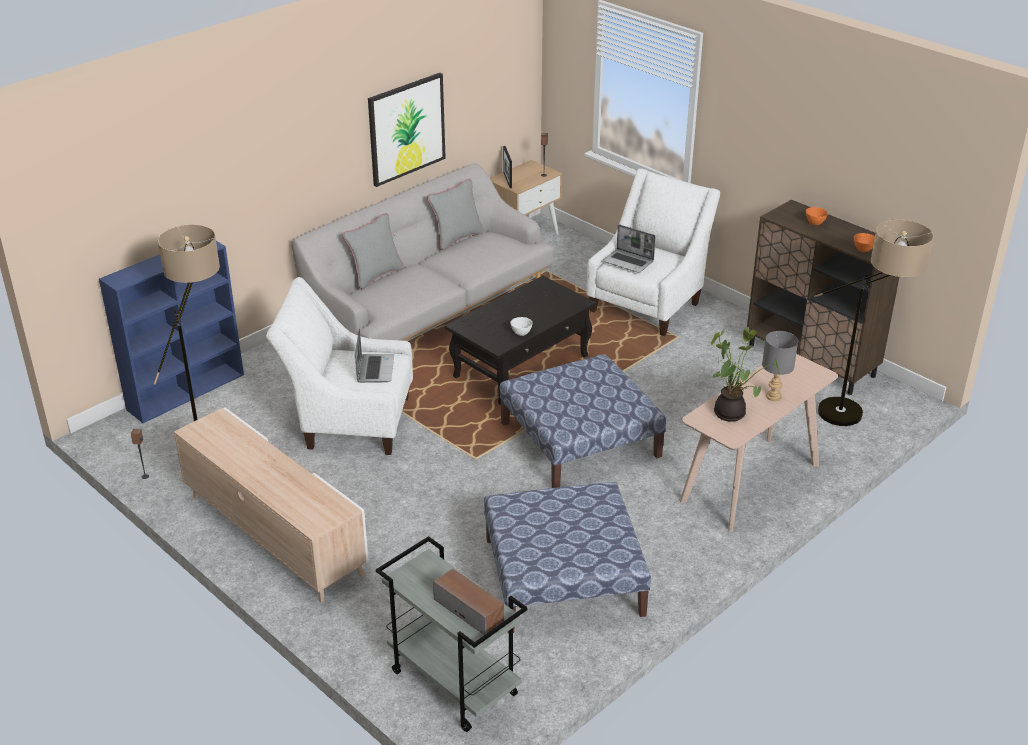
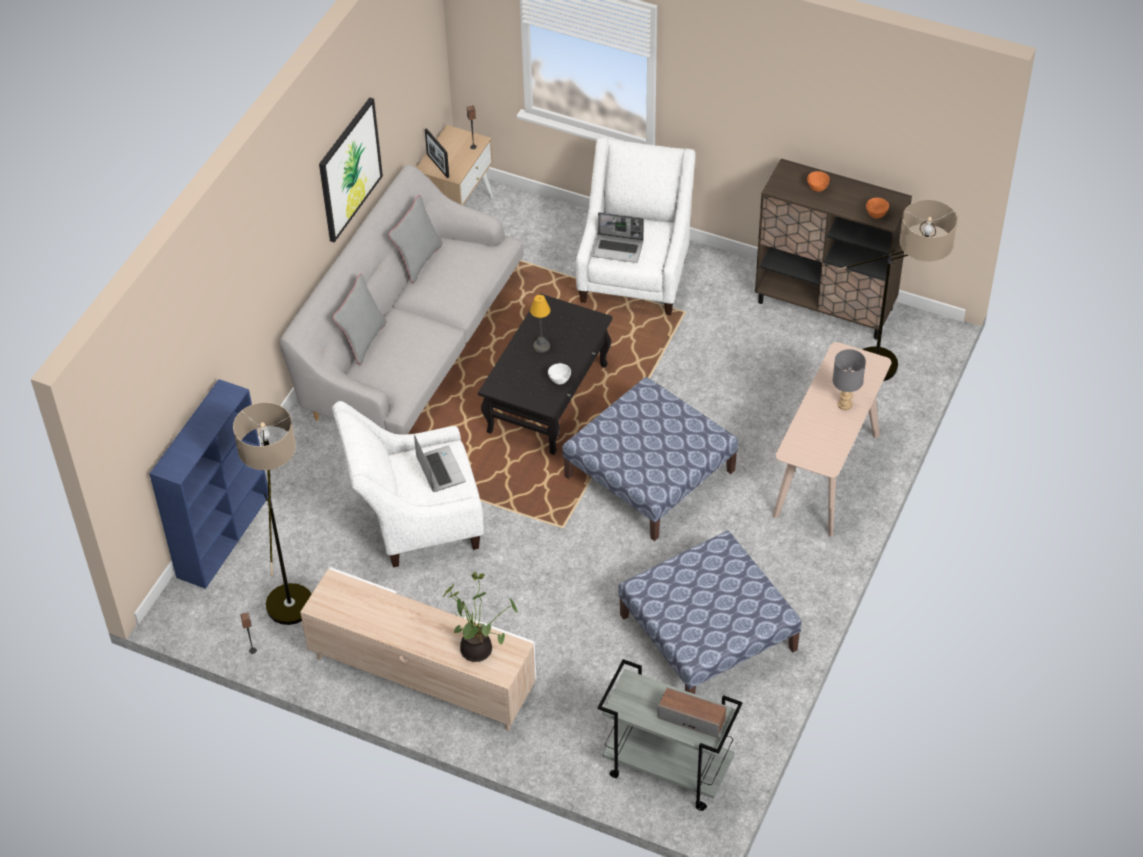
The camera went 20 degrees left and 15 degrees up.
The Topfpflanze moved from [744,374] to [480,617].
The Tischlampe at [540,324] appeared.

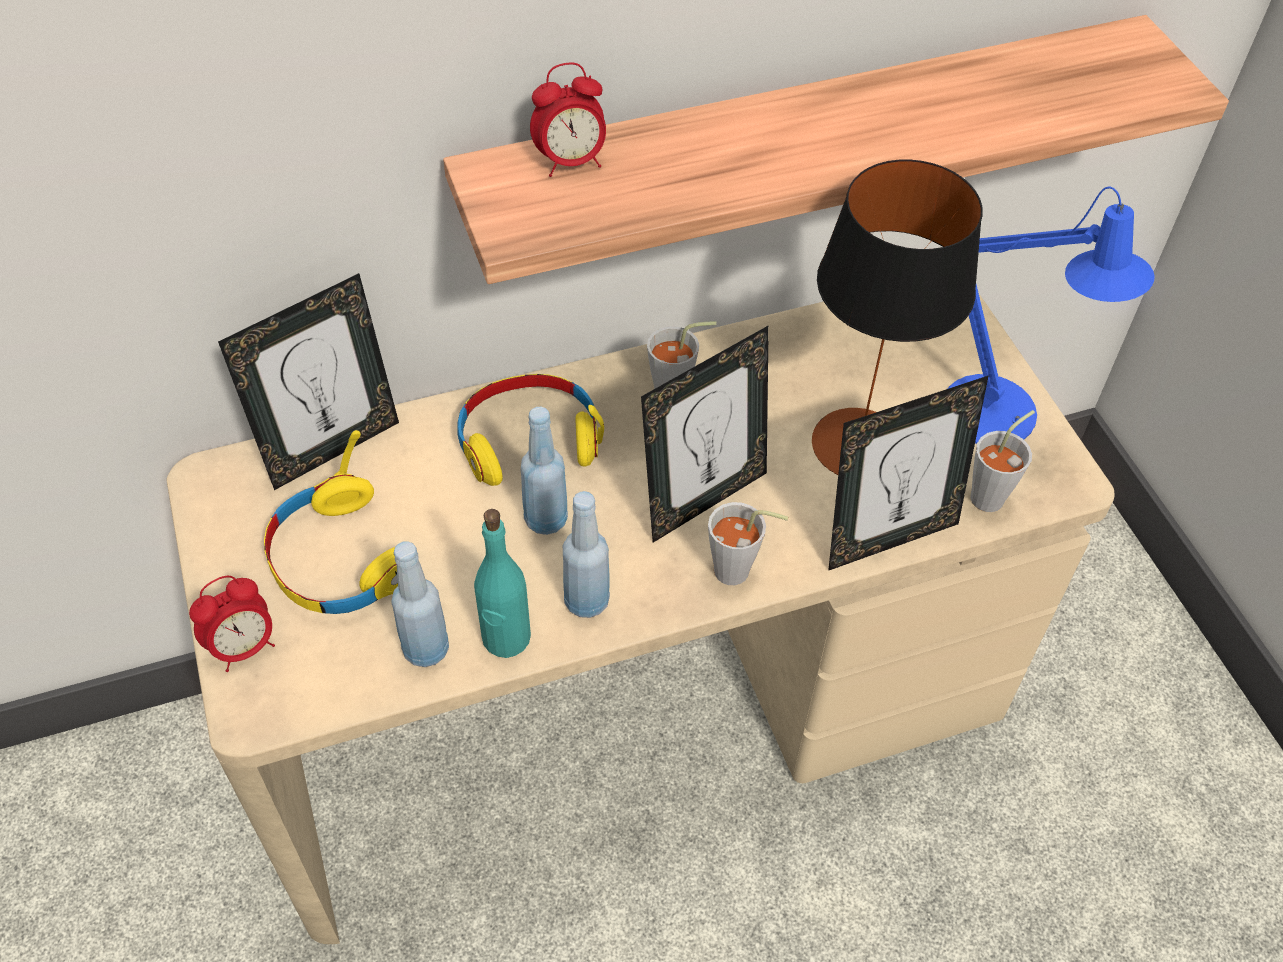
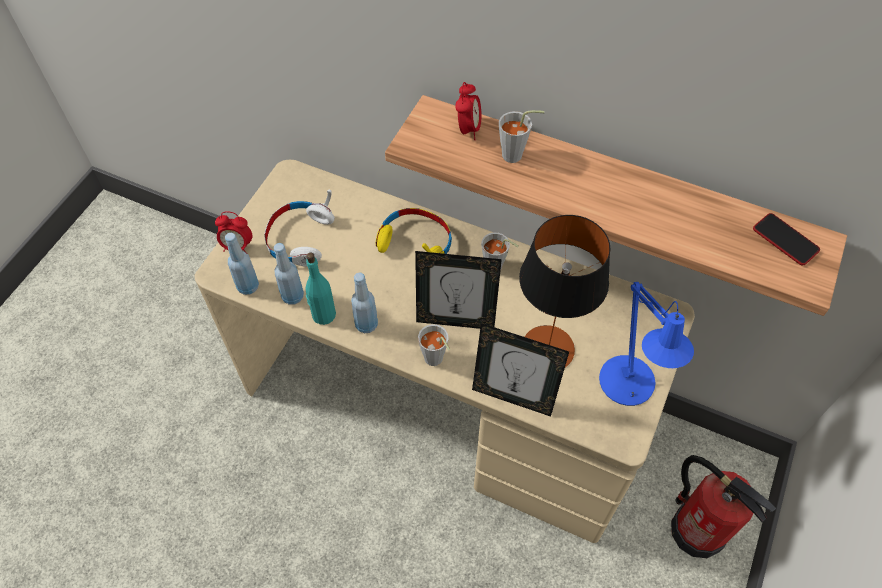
The camera went 45 degrees right and 5 degrees up.
The Wecker at [568,120] turned 105 degrees counterclockwise.
The Bilderrahmen at [308,381] disappeared.
The Flasche [blau] moved from [544,471] to [242,264].
The Tasse [grau] moved from [1002,461] to [522,136].
The Kopfhörer [gelb] at [331,522] became the Kopfhörer [weiß] at [299,228].
The Handy at [786,239] appeared.
The Feuerlöscher at [723,506] appeared.

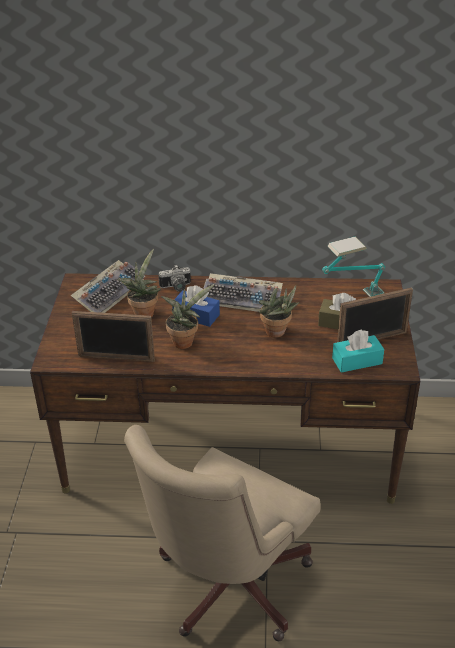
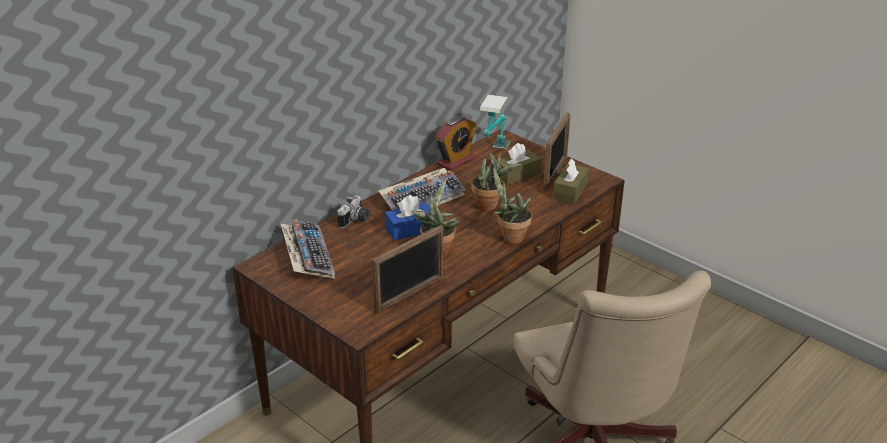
The camera went 50 degrees left and 5 degrees down.
The Topfpflanze moved from [139,283] to [512,205].
The Taschentuchbox [türkis] at [358,351] became the Taschentuchbox [braun] at [571,181].
The Wecker at [456,143] appeared.

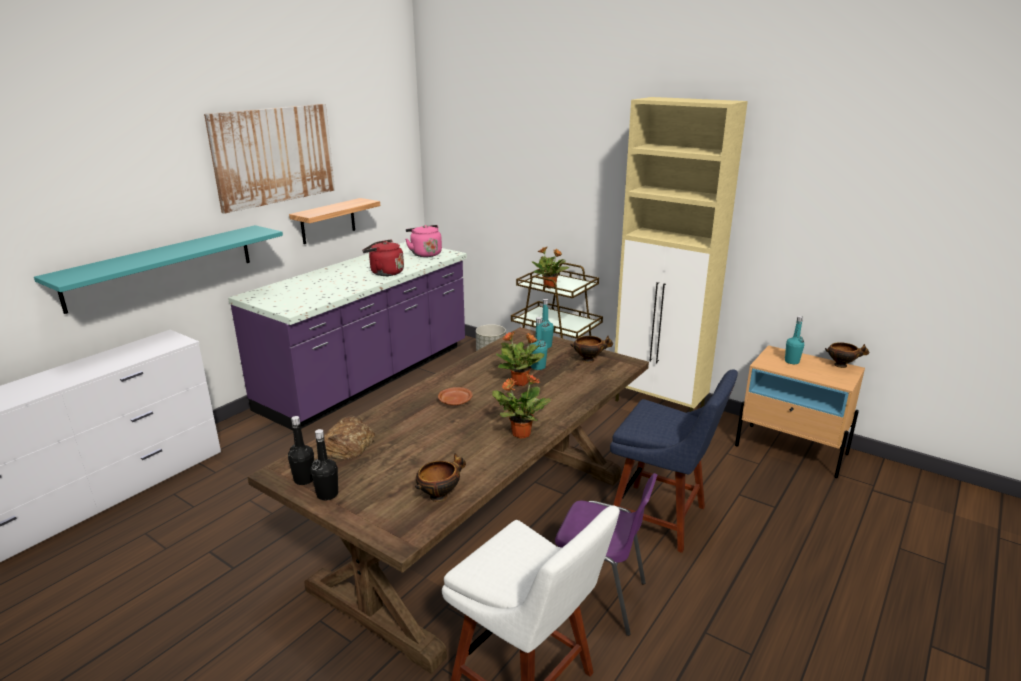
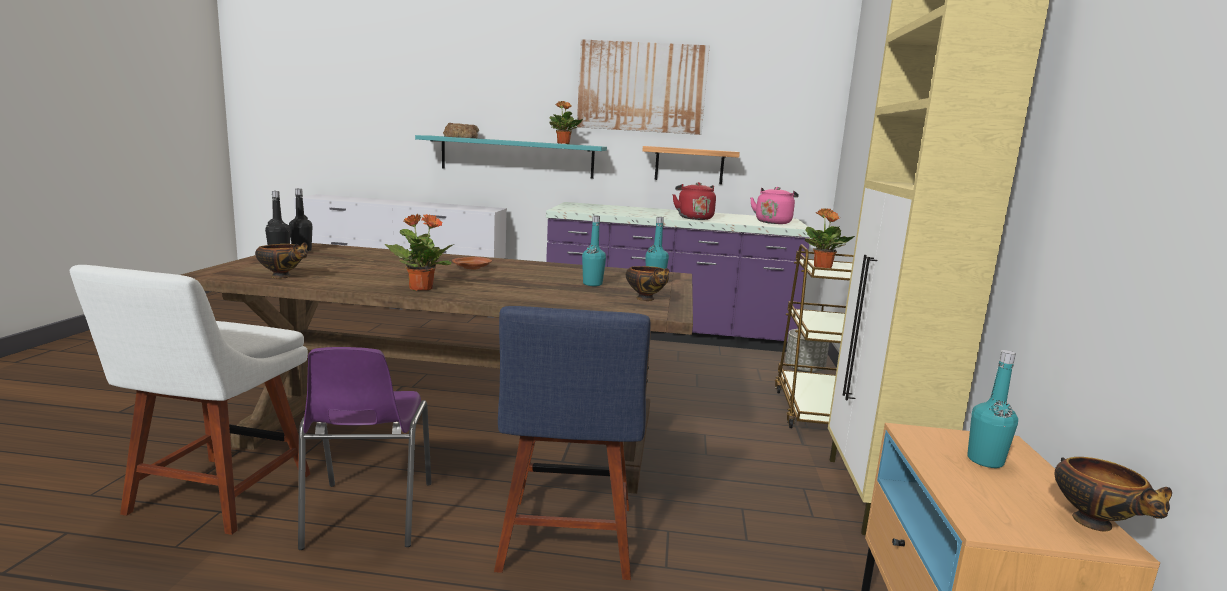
The camera went 60 degrees right and 10 degrees down.
The Topfpflanze moved from [520,358] to [566,122].
The Brot moved from [349,438] to [461,130].

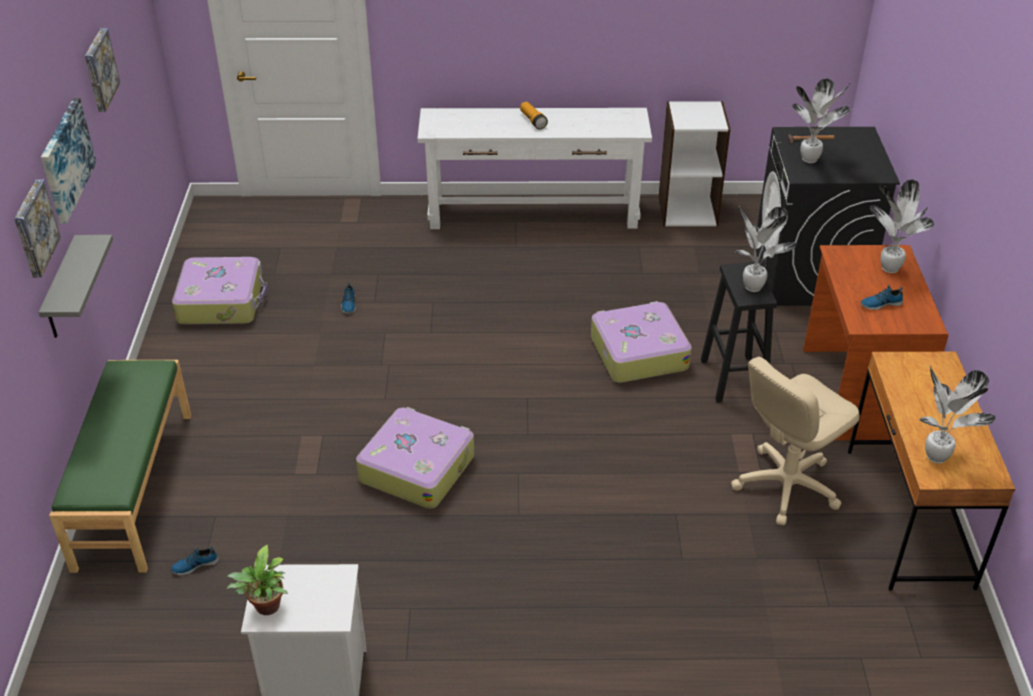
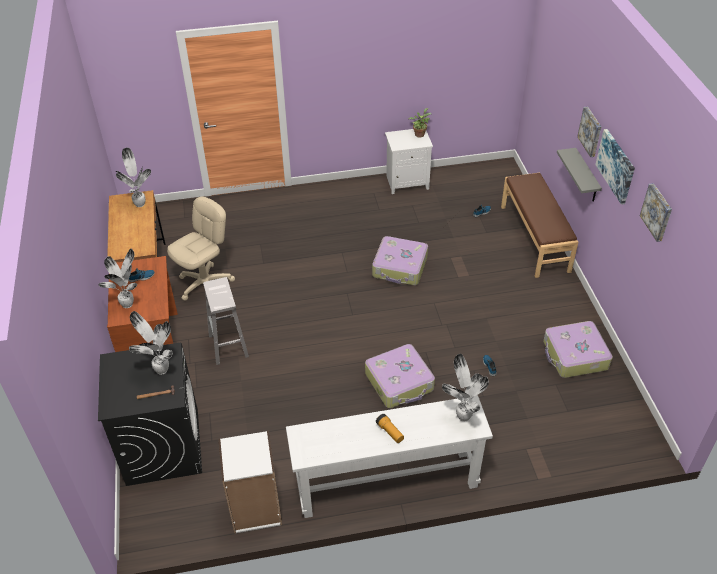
The camera went 170 degrees right and 5 degrees up.
The Topfpflanze moved from [765,248] to [465,387].
The Hocker [schwarz] at [739,332] became the Hocker [weiß] at [226,321].
The Koffer moved from [641,342] to [400,376].
The Bank [grün] at [120,466] became the Bank [braun] at [540,225].

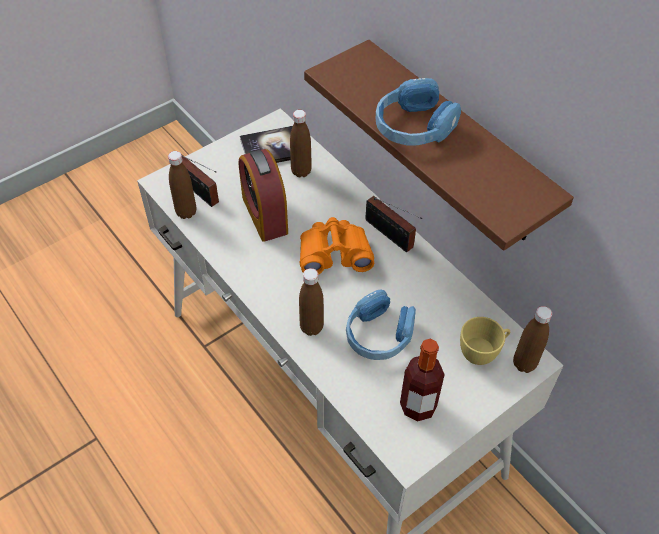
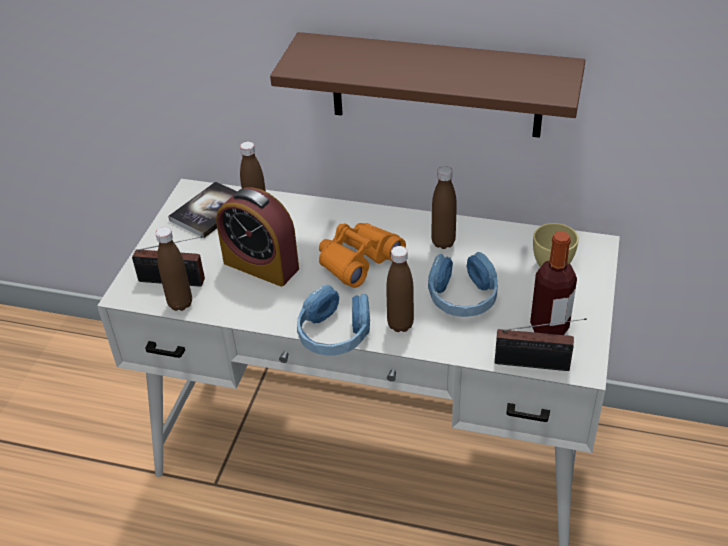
The camera went 35 degrees left and 10 degrees down.
The Kopfhörer [blau] moved from [418,112] to [333,320].
The Radio moved from [393,224] to [541,344].
The Flasche [braun] moved from [532,339] to [444,207].

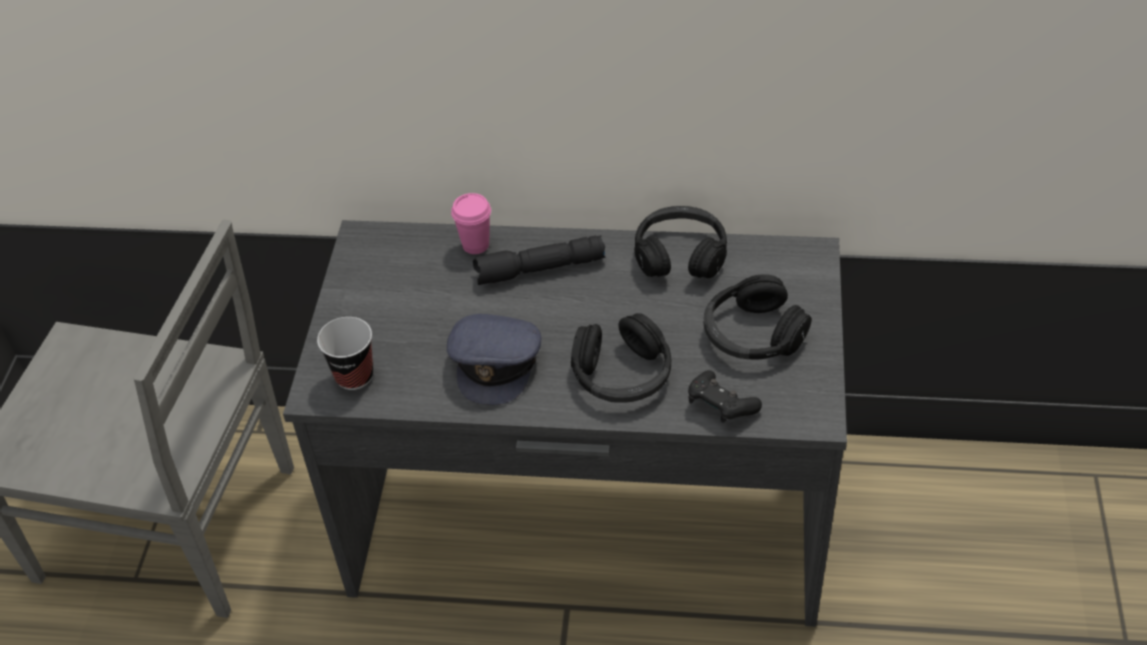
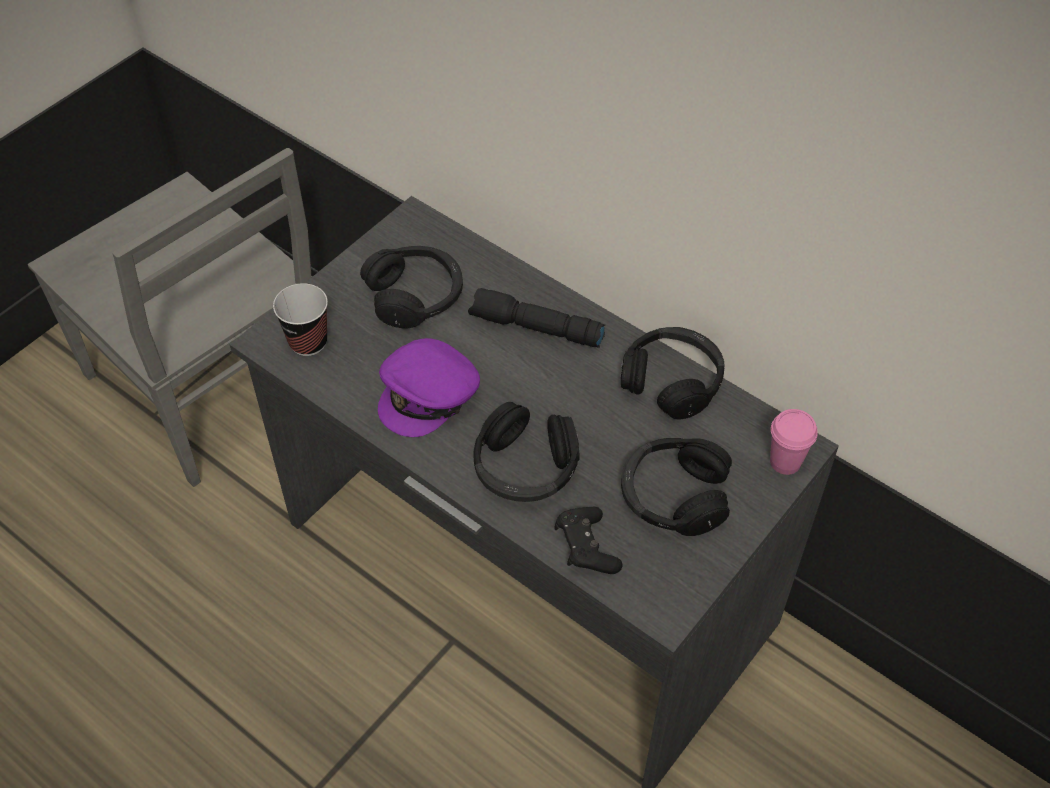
The camera went 30 degrees right and 5 degrees up.
The Tasse [rosa] moved from [471,223] to [794,442].
The Kappe [grau] at [494,359] became the Kappe [lila] at [429,387].
The Kopfhörer [schwarz] at [411,287] appeared.

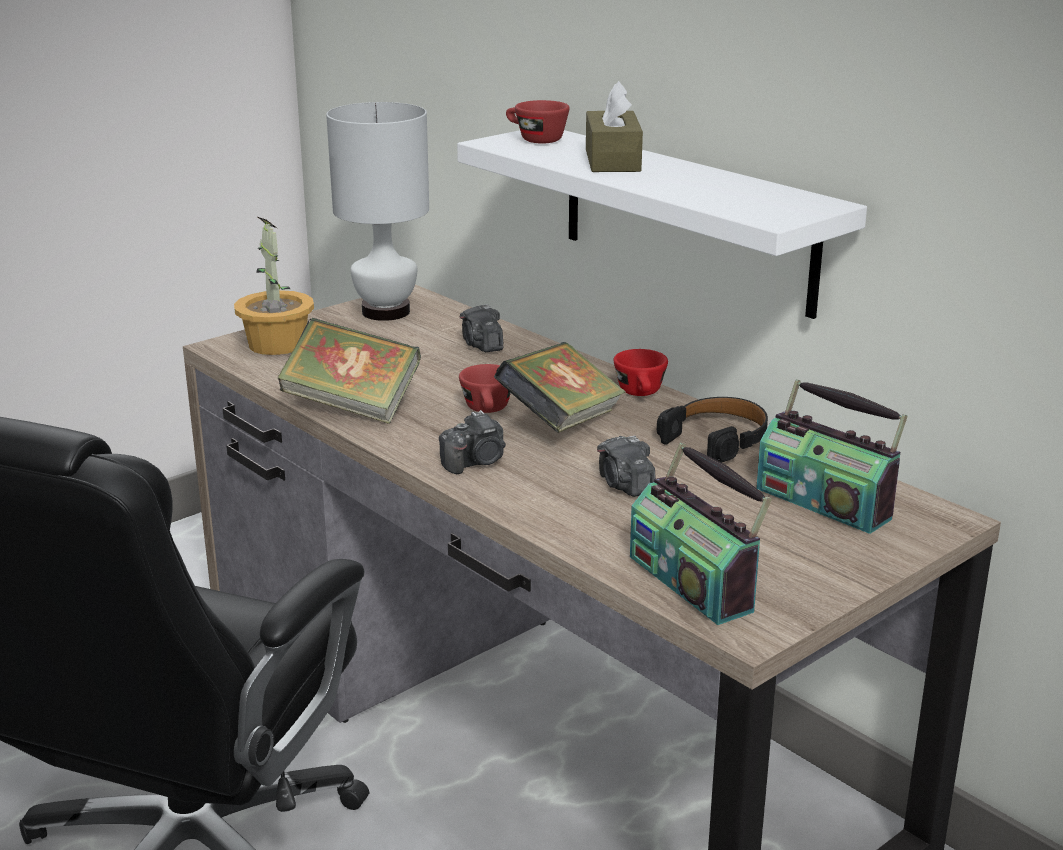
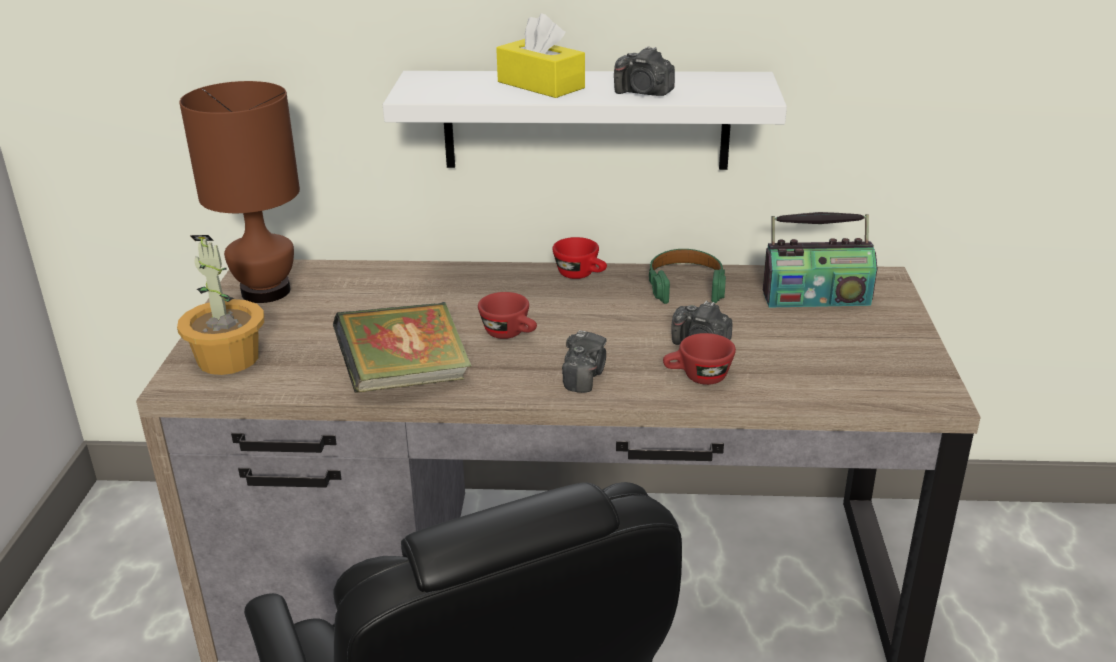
The camera went 45 degrees left and 5 degrees up.
The Taschentuchbox [braun] at [614,126] became the Taschentuchbox [gelb] at [540,55].
The Tasse [rot] moved from [538,122] to [699,359].
The Tischlampe [weiß] at [377,211] became the Tischlampe [braun] at [239,192].
The Kamera moved from [481,328] to [644,71].
The Buch at [560,387] disappeared.
The Kopfhörer [schwarz] at [712,430] became the Kopfhörer [grün] at [687,276].
The Radio at [701,534] disappeared.

